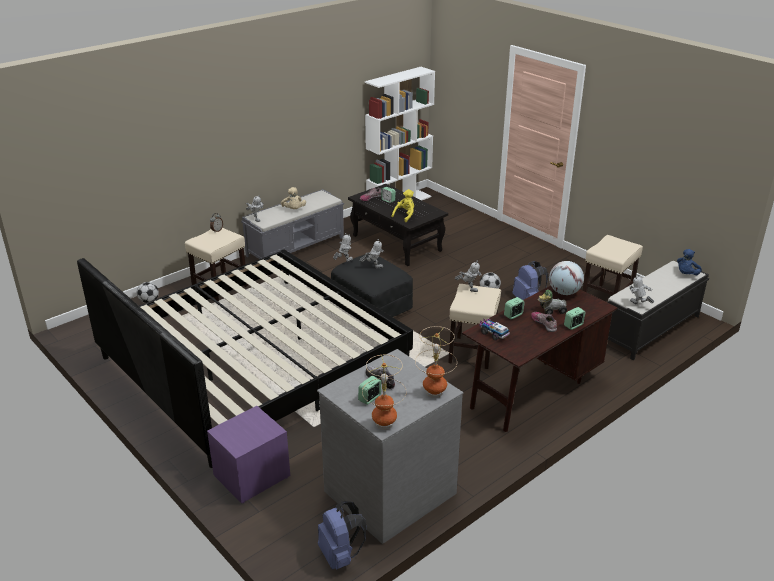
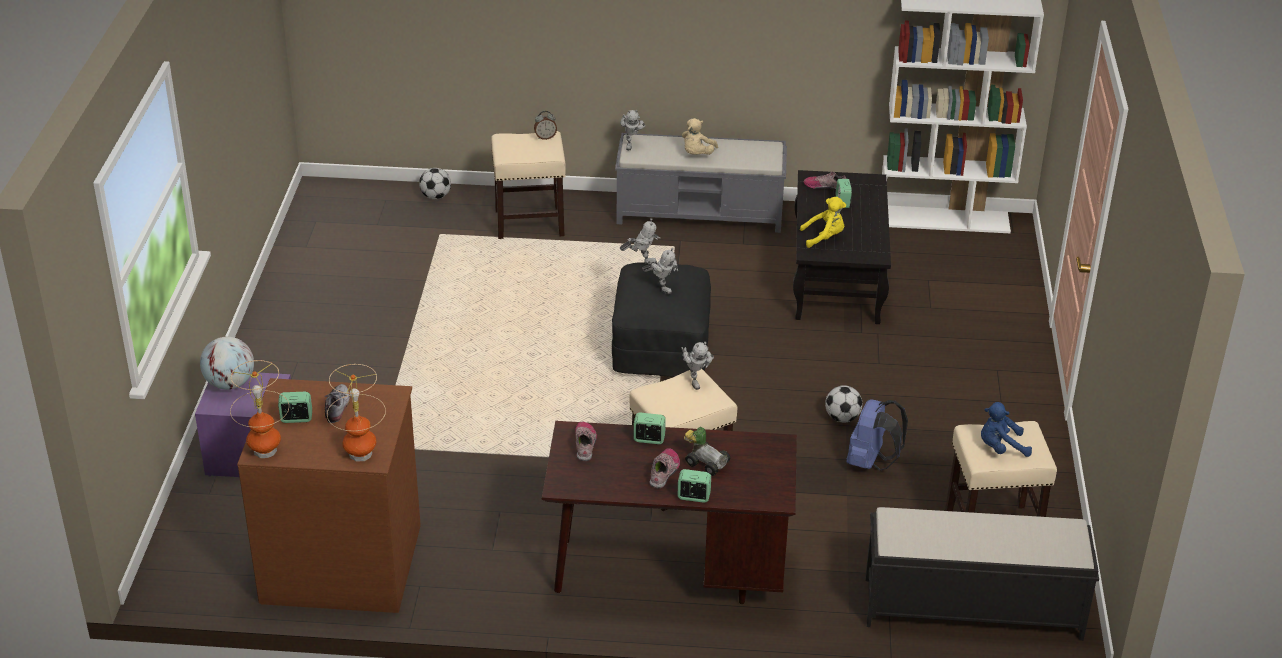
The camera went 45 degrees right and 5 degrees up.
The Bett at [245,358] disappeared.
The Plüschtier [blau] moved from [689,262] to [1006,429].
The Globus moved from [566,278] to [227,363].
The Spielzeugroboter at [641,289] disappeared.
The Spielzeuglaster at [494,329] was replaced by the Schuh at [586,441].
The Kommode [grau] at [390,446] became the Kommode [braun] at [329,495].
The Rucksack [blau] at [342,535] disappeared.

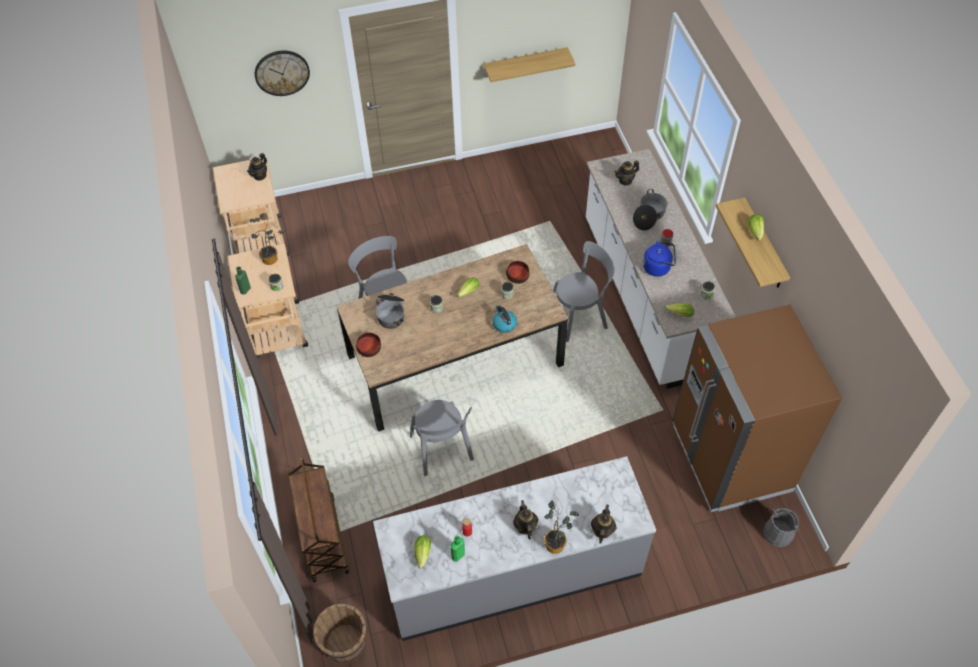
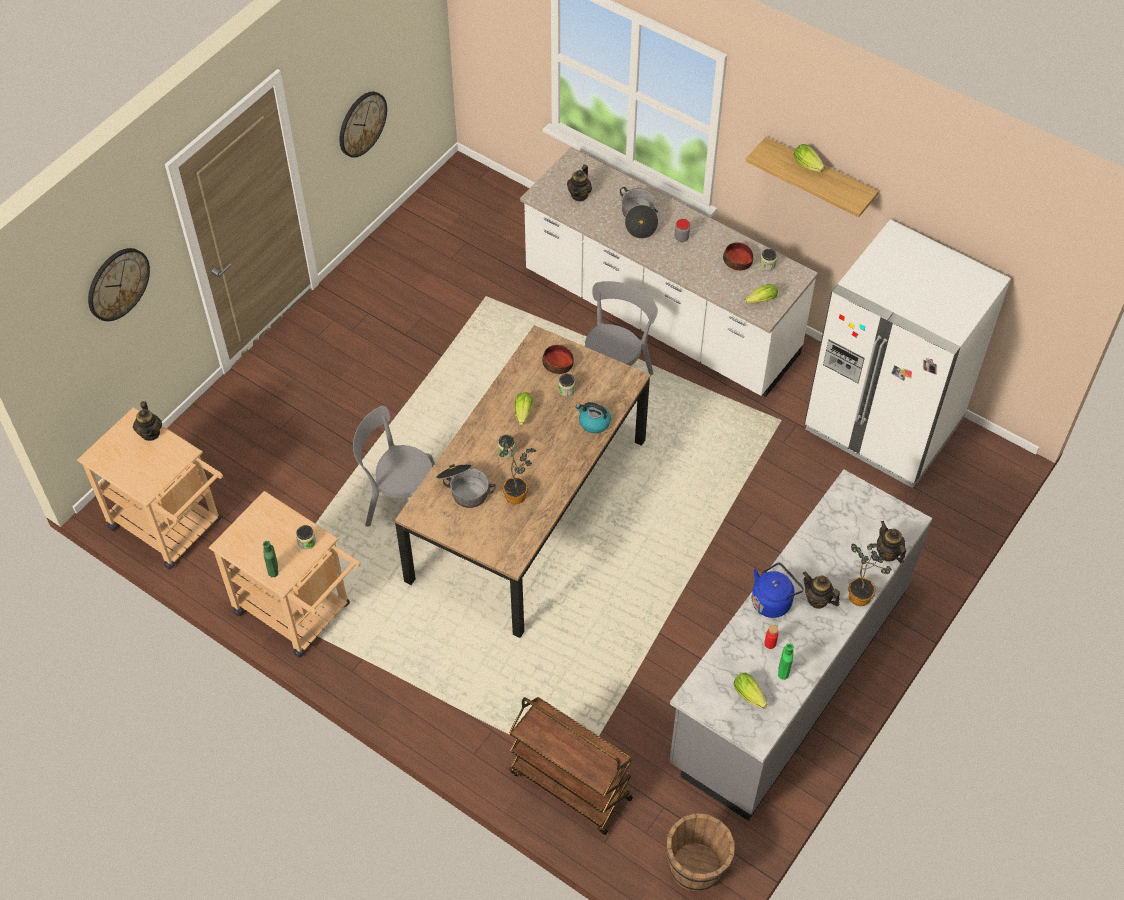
The camera went 40 degrees left and 0 degrees up.
The Wandregal at [529,64] was replaced by the Wanduhr at [363,124].
The Topfpflanze moved from [267,239] to [517,471].
The Wasserkessel [blau] moved from [659,259] to [778,590].
The Kühlschrank [braun] at [757,408] became the Kühlschrank [weiß] at [907,353].
The Schüssel moved from [368,345] to [738,256].
The Stuhl [grau] at [442,438] disappeared.
The Eimer [grau] at [781,527] disappeared.

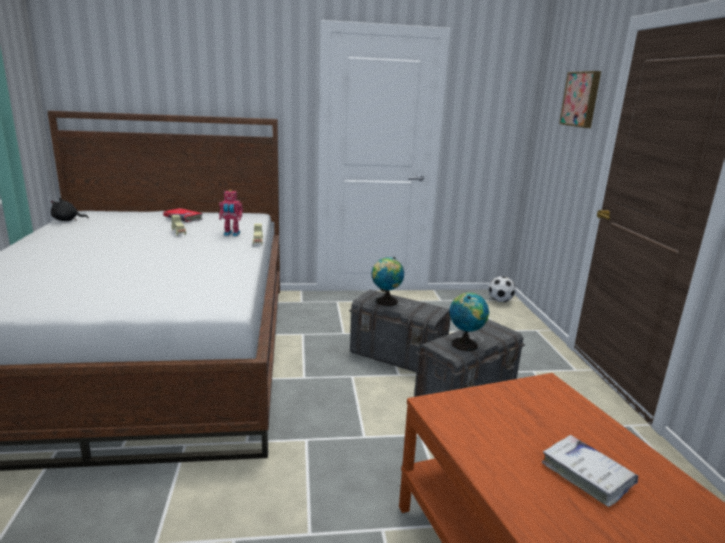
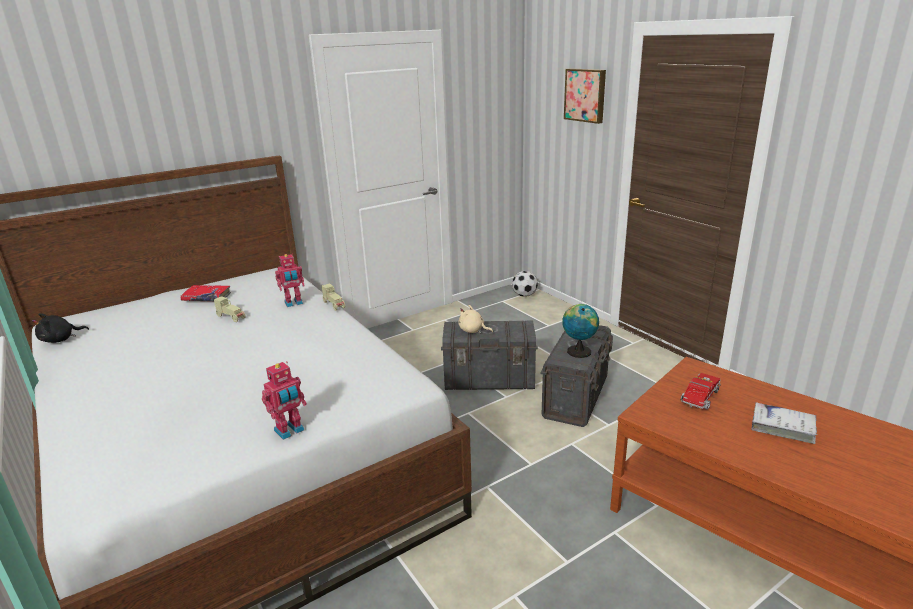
The camera went 25 degrees left and 5 degrees up.
The Globus at [388,281] was replaced by the Plüschtier [beige] at [475,319].
The Spielzeugroboter at [284,400] appeared.
The Spielzeuglaster at [701,391] appeared.

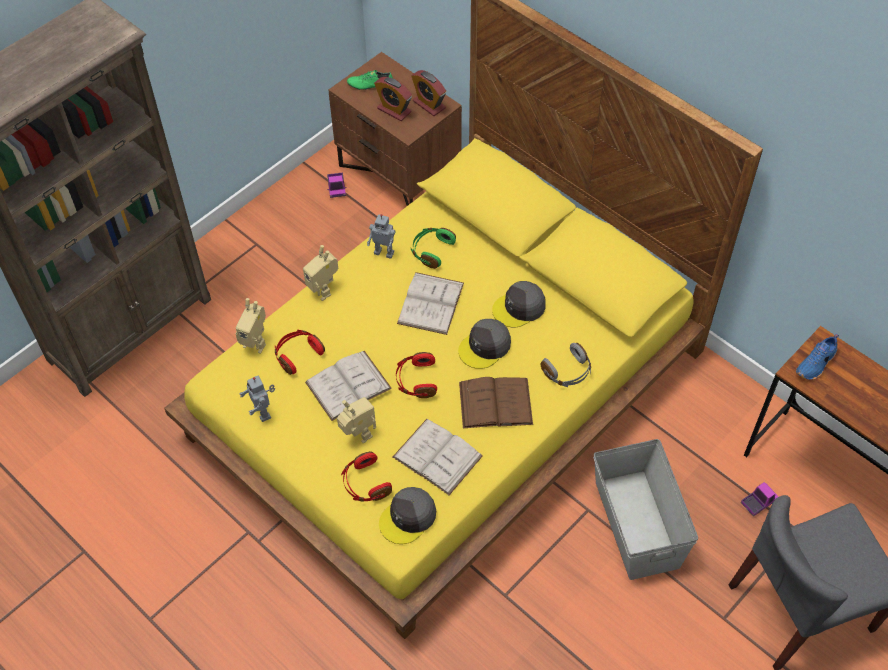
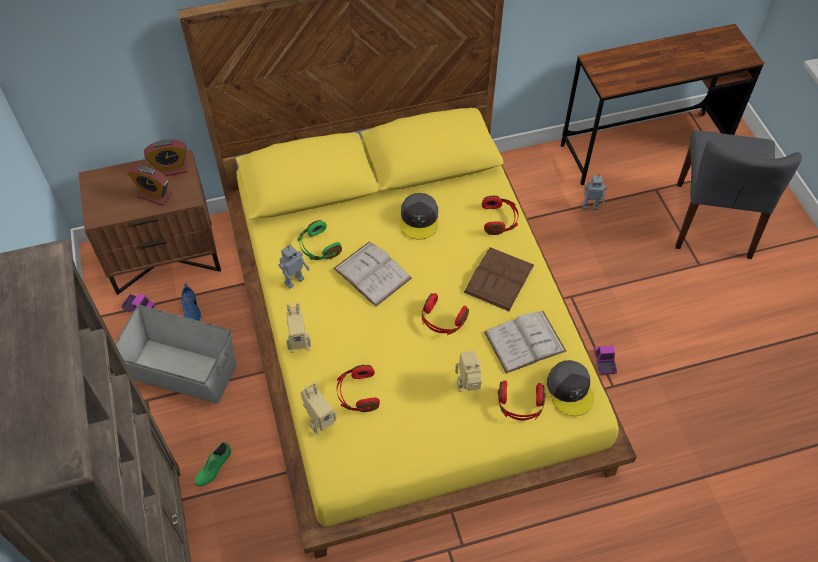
The camera went 60 degrees left and 0 degrees up.
The Schuh [grün] moved from [370,80] to [213,464].
The Wecker at [393,99] turned 45 degrees clockwise.
The Kappe [grau] at [484,344] disappeared.
The Schuh [blau] moved from [817,356] to [191,302].
The Kopfhörer [grau] at [566,365] became the Kopfhörer [rot] at [500,215].
The Buch [weiß] at [348,386] disappeared.
The Spielzeugroboter moved from [257,399] to [595,192].
The Aufbewahrungsbox [grau] moved from [646,509] to [175,354].
The Spielzeuglaster moved from [759,499] to [605,360].

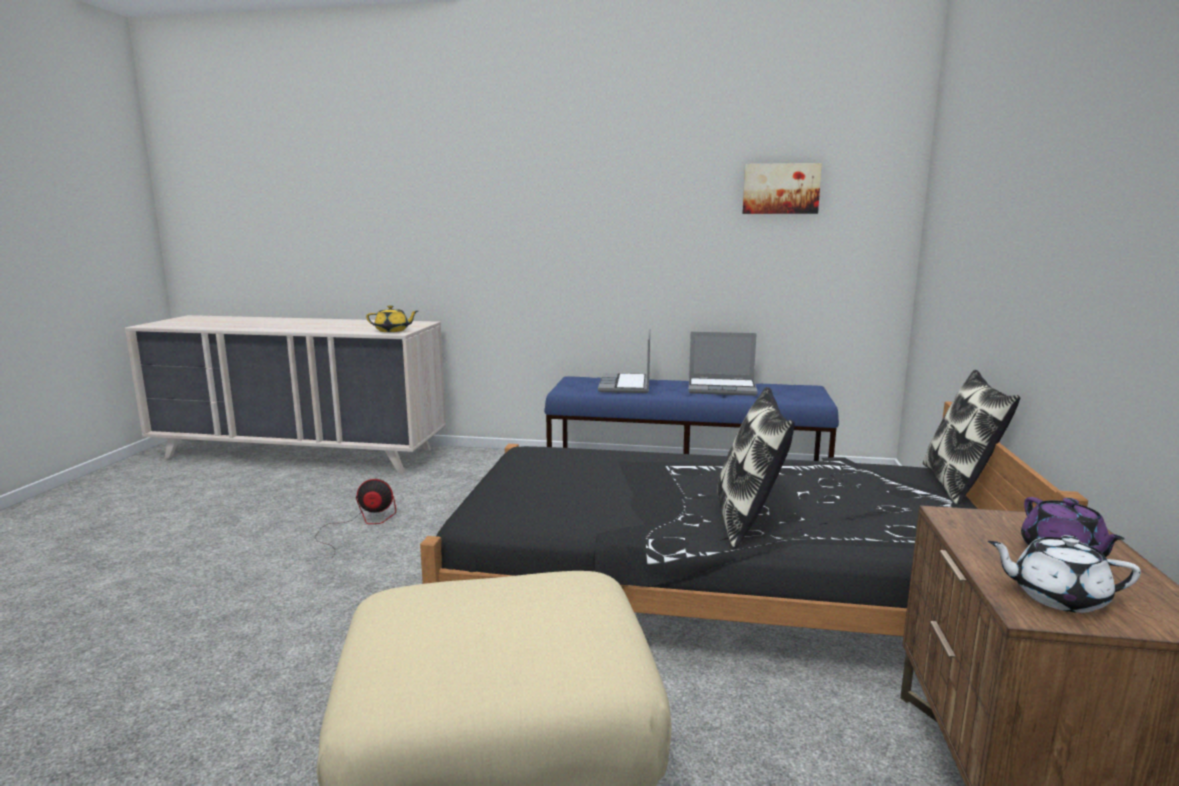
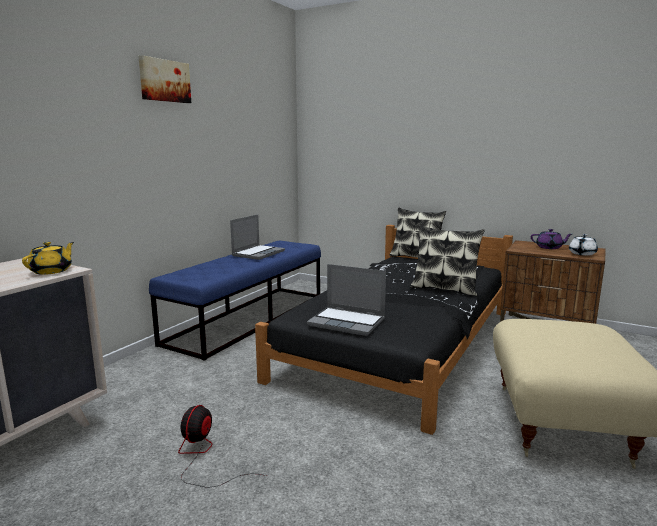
The camera went 70 degrees left and 0 degrees up.
The Bild moved from [782,188] to [165,79].
The Laptop moved from [624,361] to [346,300].

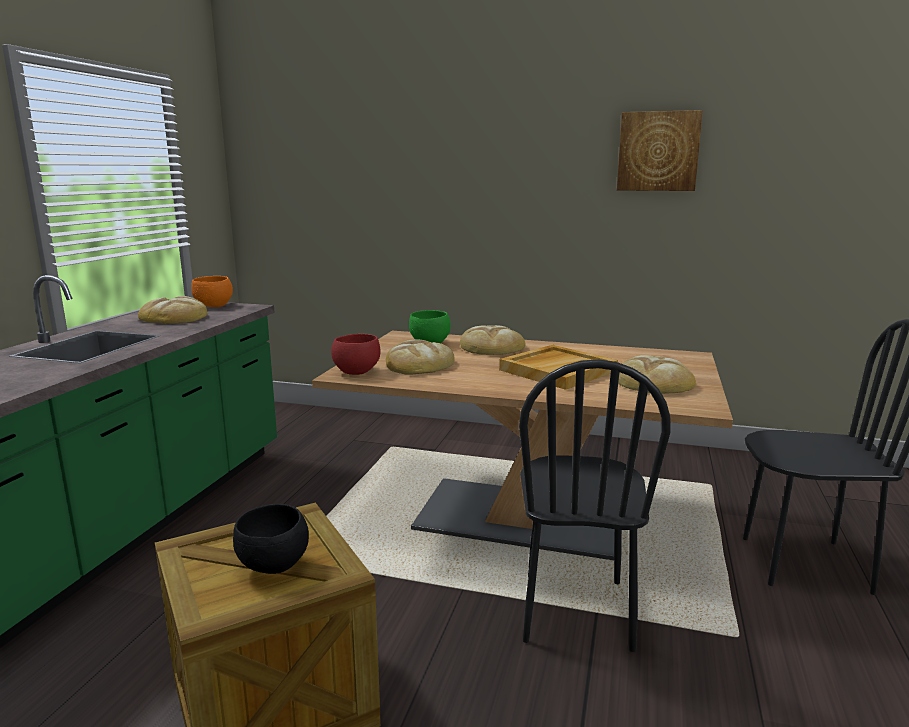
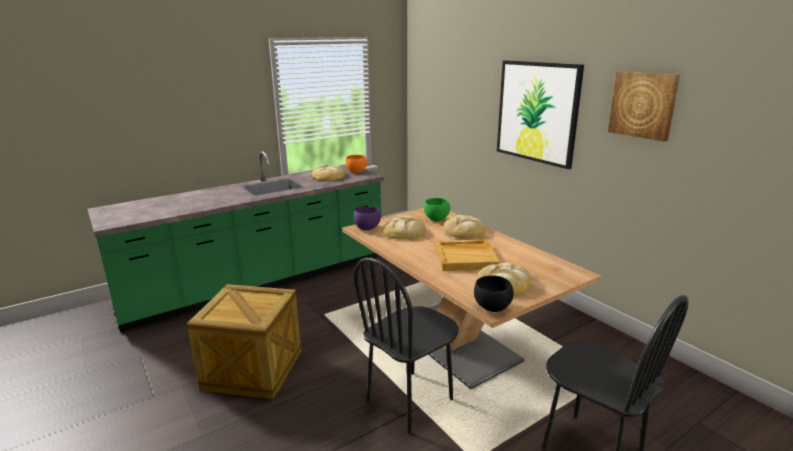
The camera went 40 degrees right and 5 degrees up.
The Schüssel [rot] at [355,354] became the Schüssel [lila] at [367,218].
The Schüssel [schwarz] moved from [271,539] to [494,293].
The Bild at [540,114] appeared.

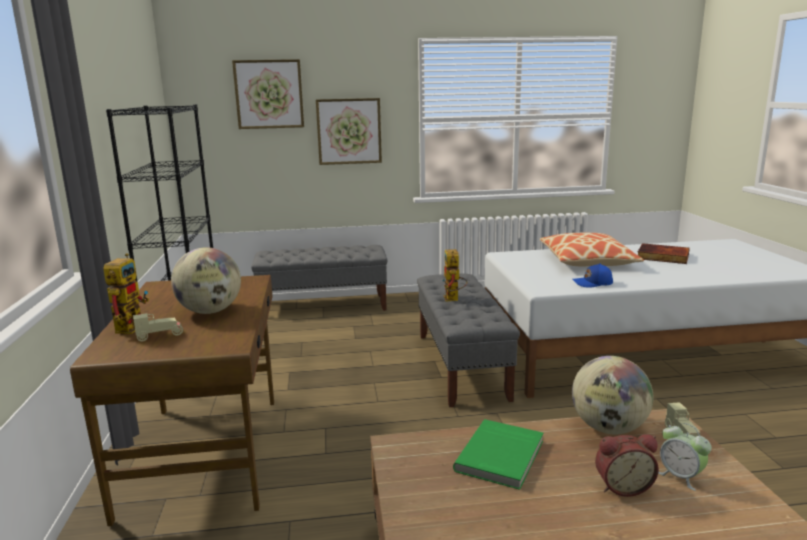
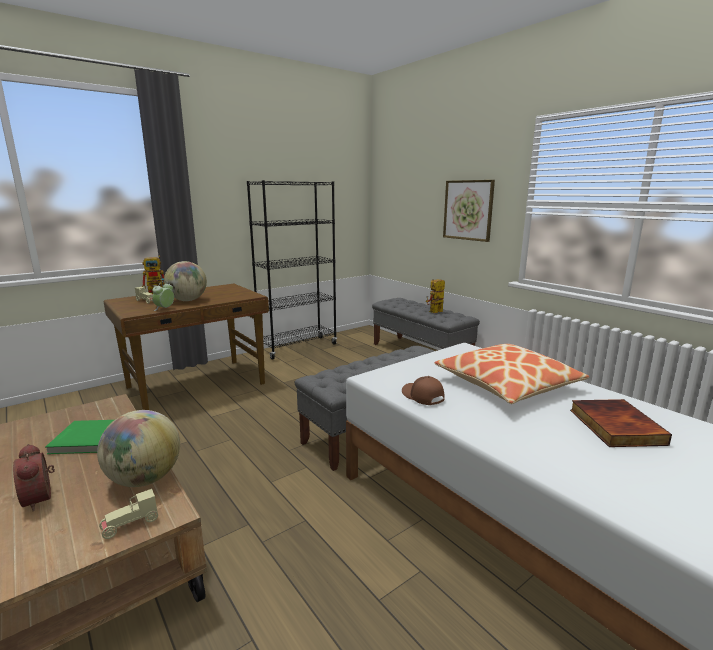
The camera went 60 degrees right and 0 degrees up.
The Bild at [268,94] disappeared.
The Spielzeugroboter moved from [454,275] to [435,296].
The Kappe [blau] at [592,275] became the Kappe [braun] at [423,390].
The Wecker moved from [685,457] to [163,296].

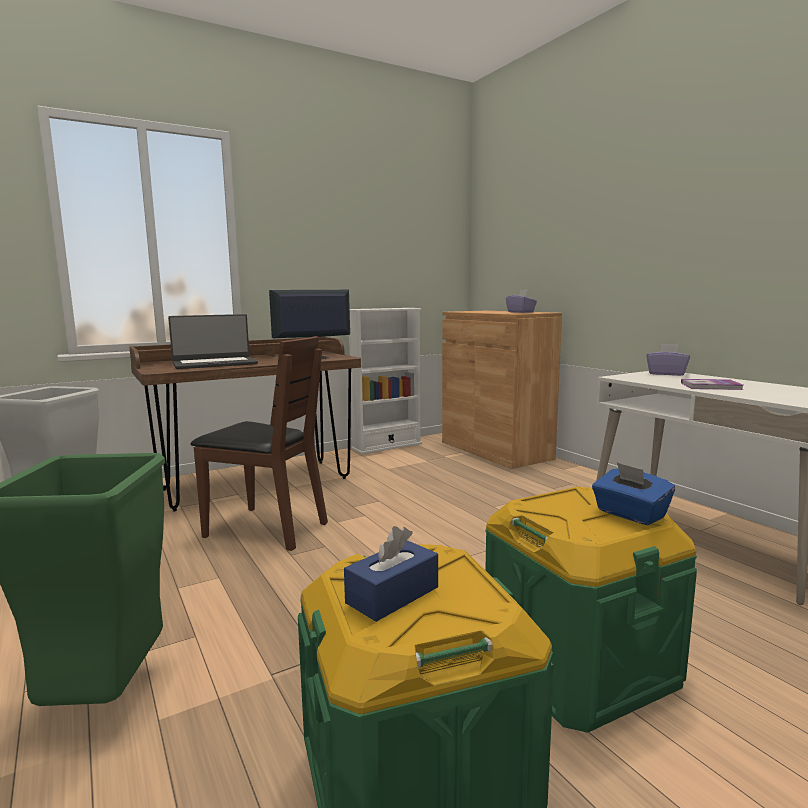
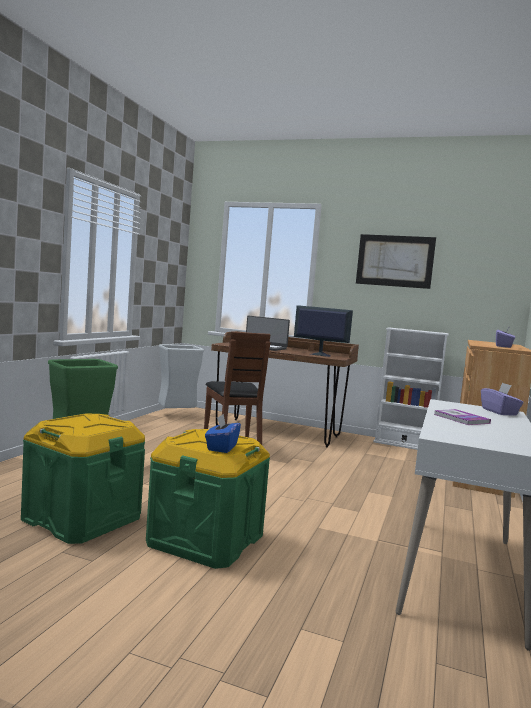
The camera went 50 degrees right and 5 degrees down.
The Taschentuchbox [blau] at [391,574] disappeared.
The Bild at [396,261] appeared.

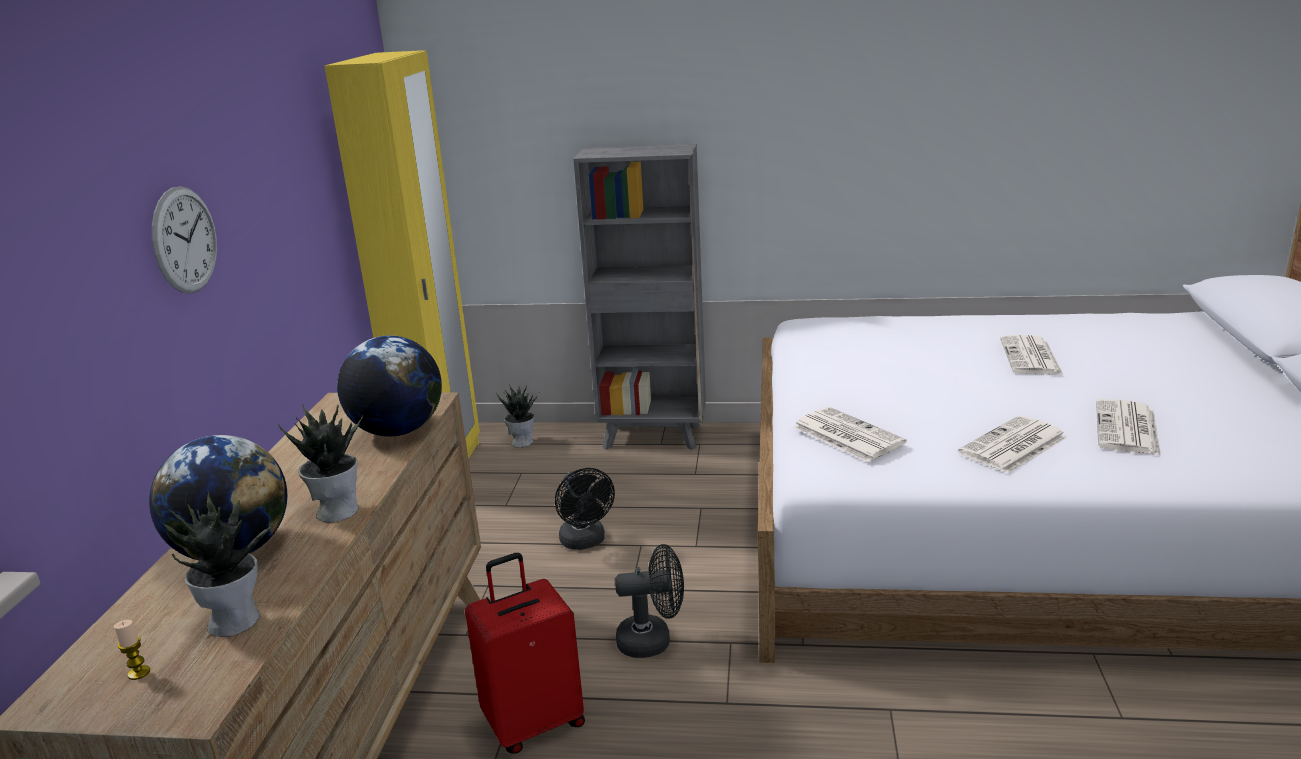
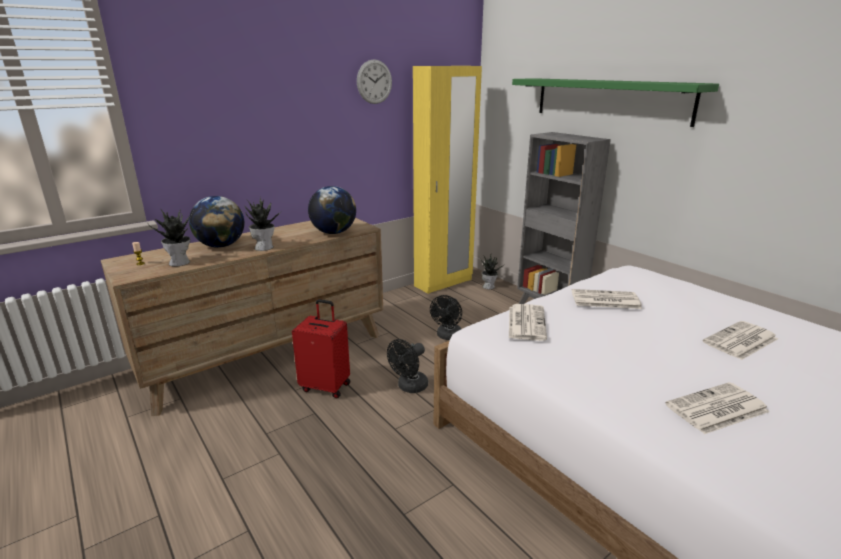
The camera went 45 degrees right and 0 degrees up.
The Wanduhr moved from [184,240] to [374,81].
The Zeitung moved from [1012,444] to [607,299].
The Ventilator [schwarz] at [649,601] turned 90 degrees clockwise.
The Wandregal [grün] at [615,102] appeared.

